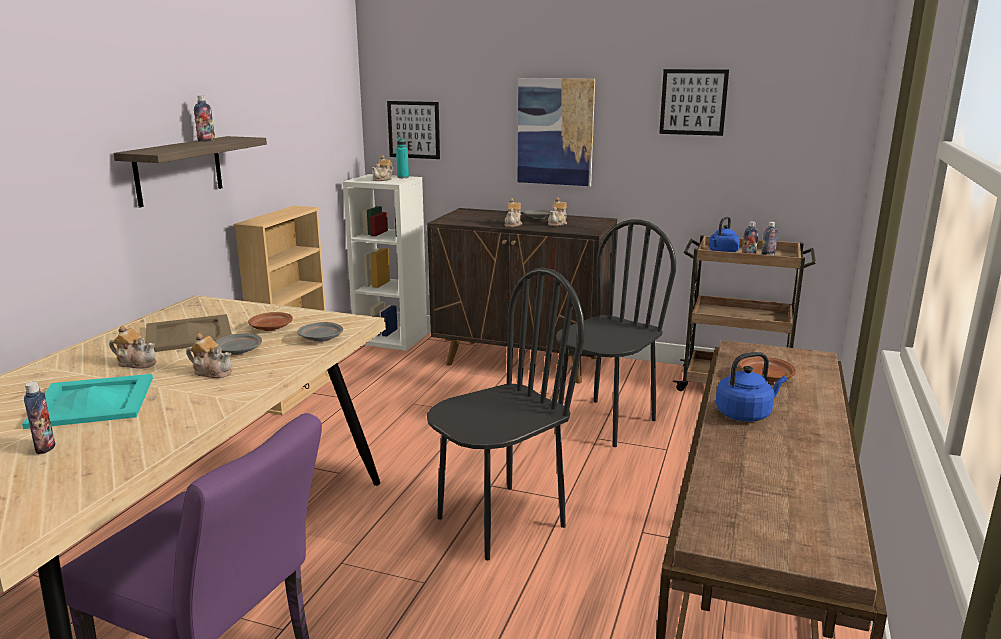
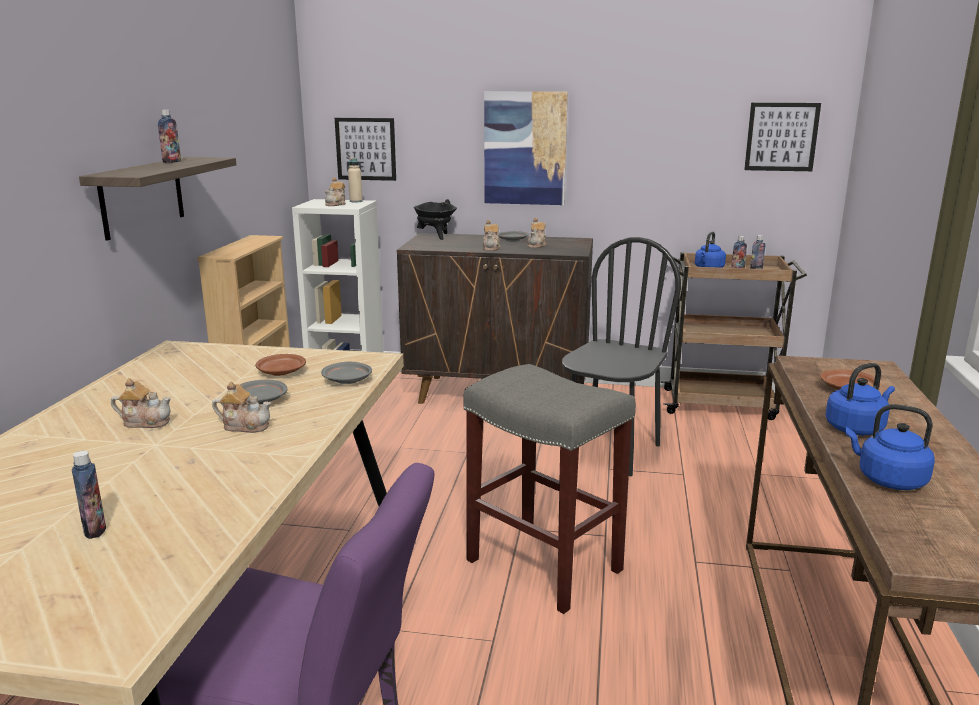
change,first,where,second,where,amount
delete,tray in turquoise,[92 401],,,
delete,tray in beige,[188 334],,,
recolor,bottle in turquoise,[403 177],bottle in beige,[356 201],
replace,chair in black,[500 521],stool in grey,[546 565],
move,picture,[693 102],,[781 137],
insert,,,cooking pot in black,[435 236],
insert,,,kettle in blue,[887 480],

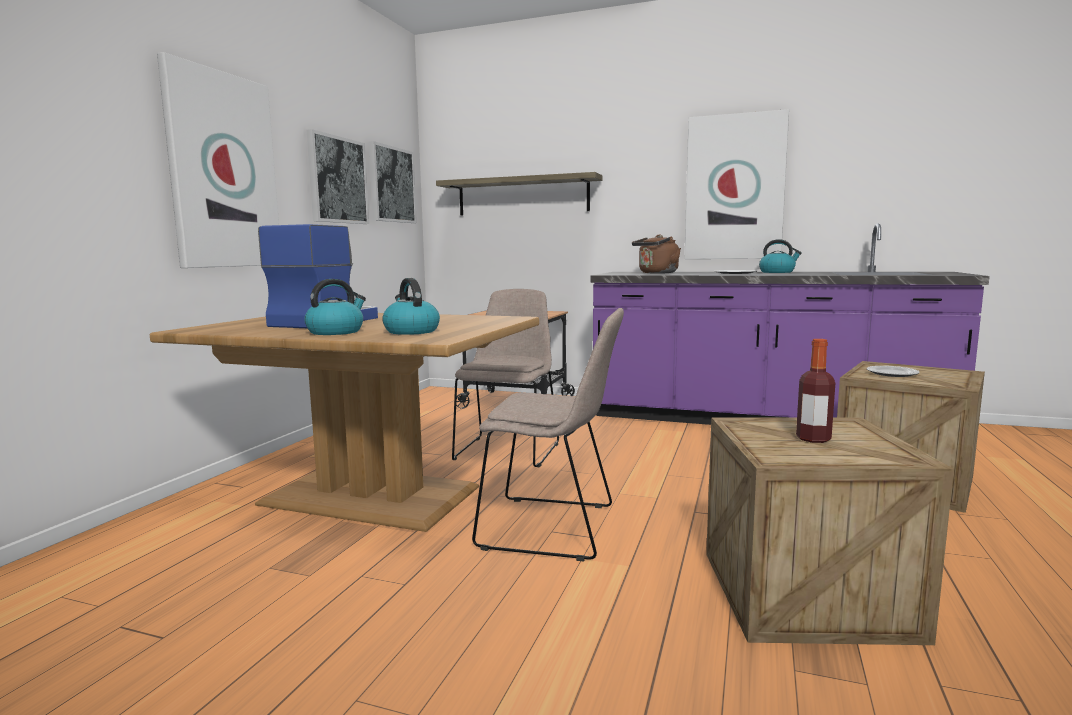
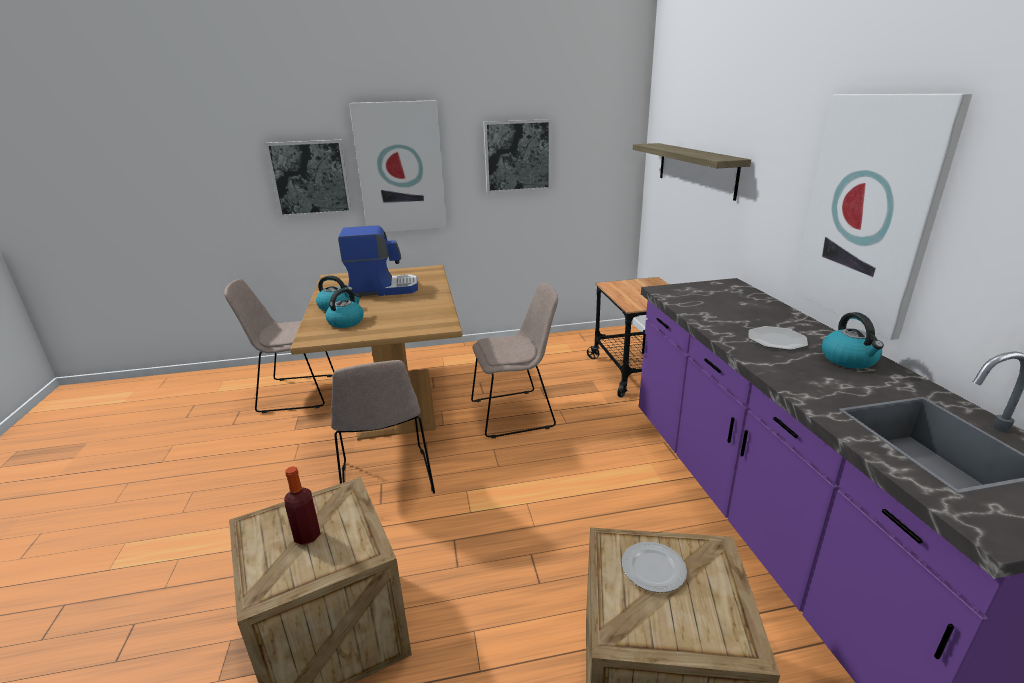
change,first,where,second,where,amount
move,picture,[391 185],,[310 178],
delete,kettle in brown,[656 273],,,
insert,,,chair in beige,[294 393],

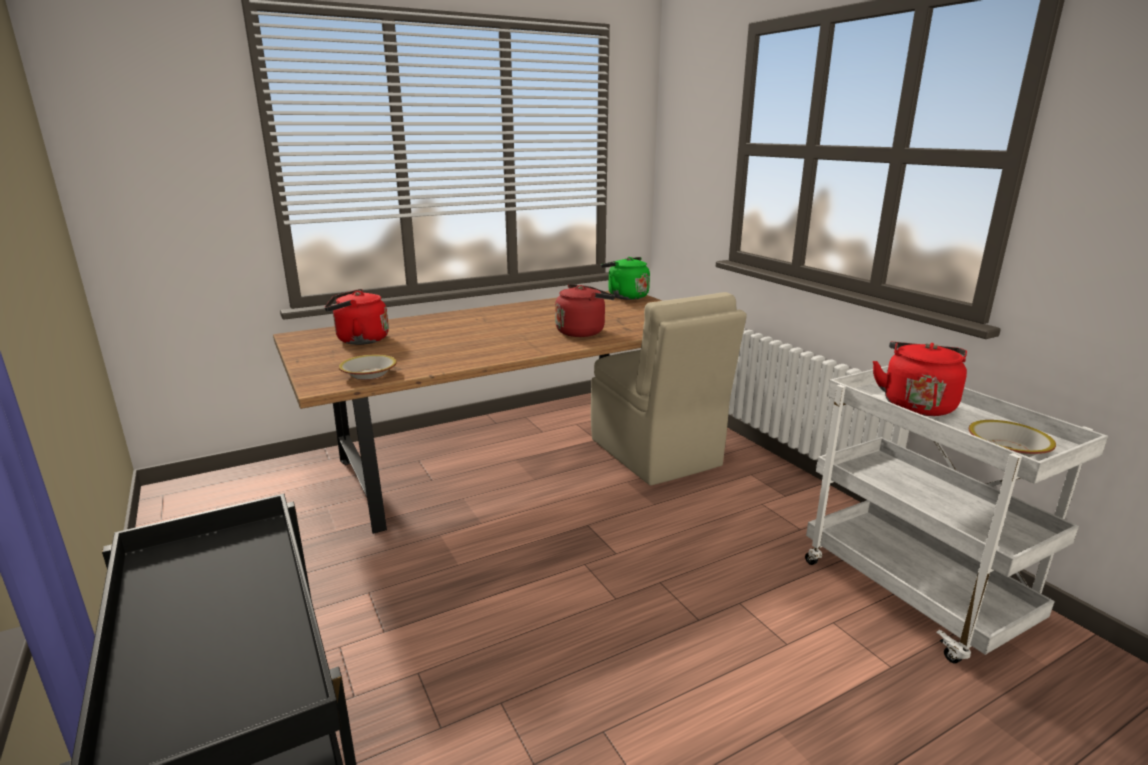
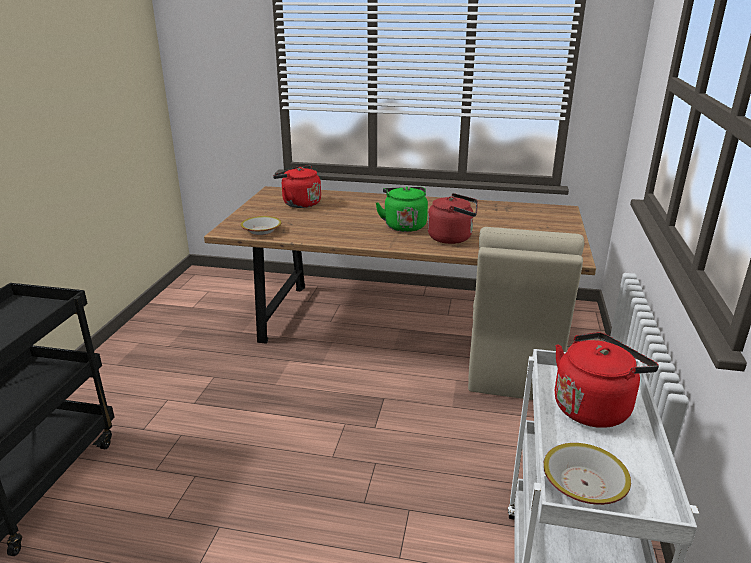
change,first,where,second,where,amount
move,kettle in green,[625 296],,[404 225],

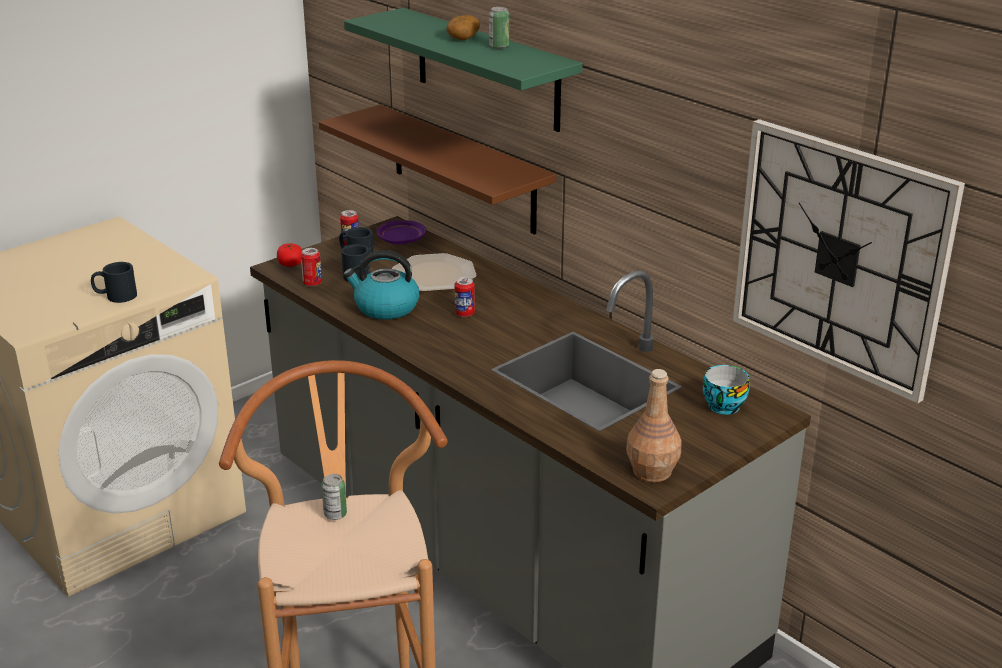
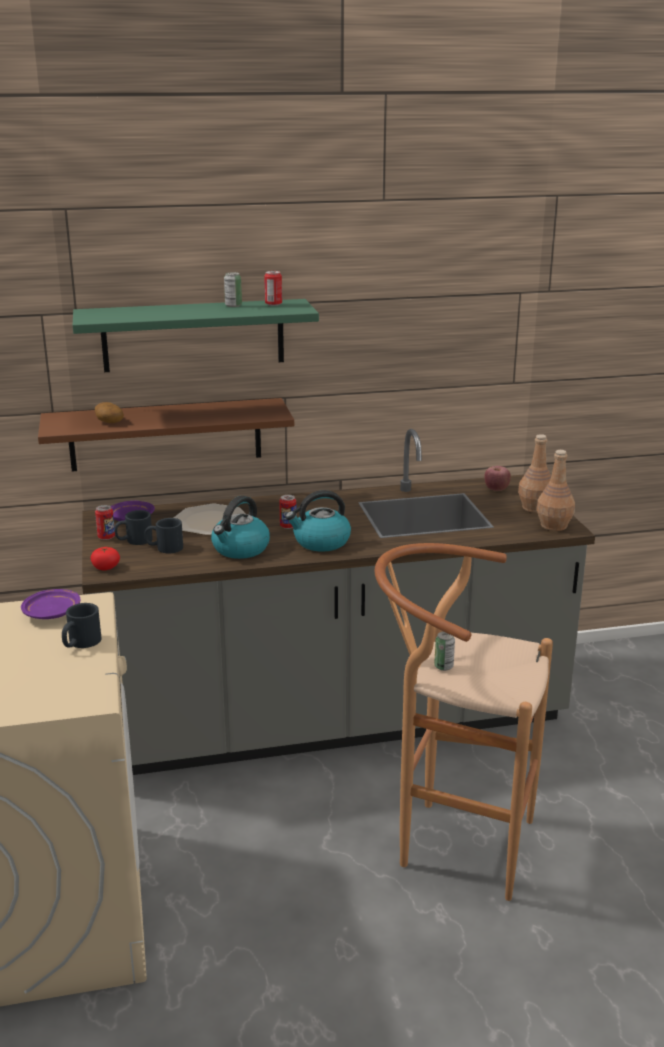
change,first,where,second,where,amount
move,can,[312 283],,[273 304],
move,potato,[463 38],,[109 421],
replace,cup,[722 405],apple,[496 489],
delete,wall clock,[839 257],,,
insert,,,plate in purple,[52 613],
insert,,,kettle,[320 542],
insert,,,bottle in brown,[534 508],

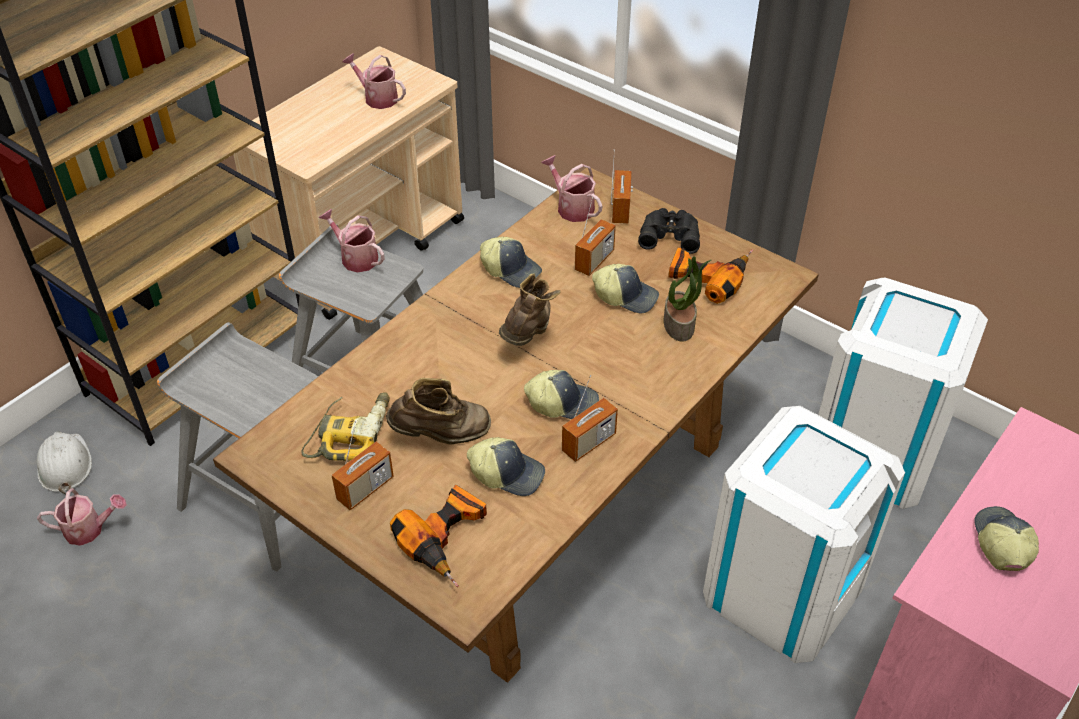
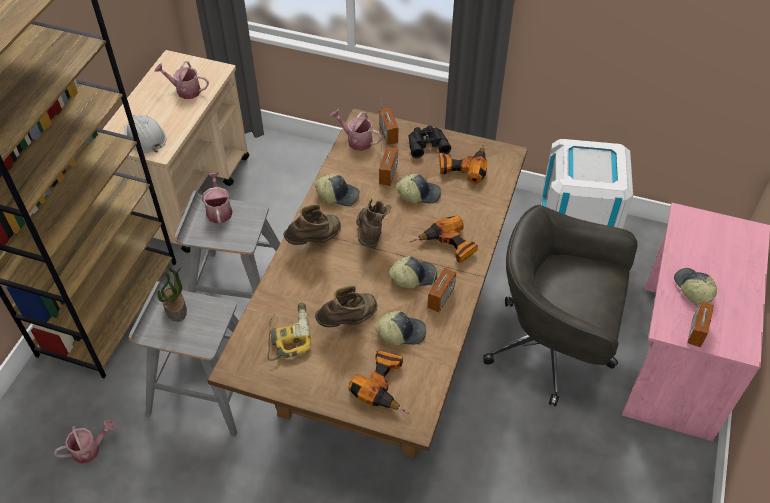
change,first,where,second,where,amount
move,hard hat in white,[64 465],,[145 137],
rotate,watering can,[355 257],,[219 210],60 degrees clockwise
move,radio,[365 489],,[696 331],
move,potted plant,[679 325],,[176 309],
replace,trash can in white,[782 590],office chair in grey,[552 348],
insert,,,boot in brown,[315 240],
insert,,,power drill,[447 246],

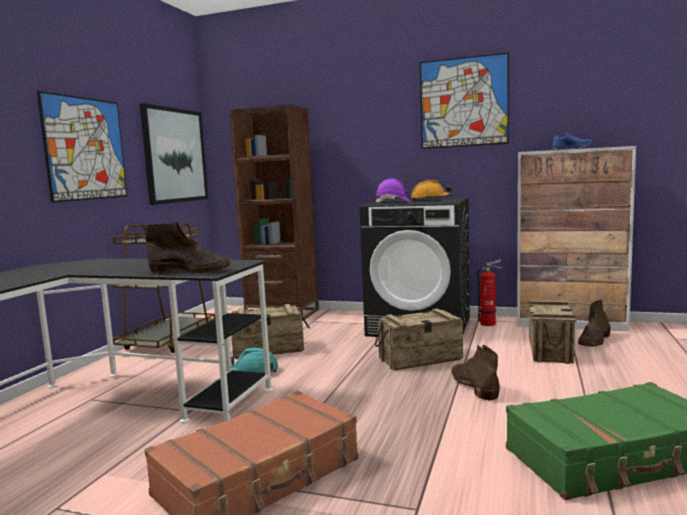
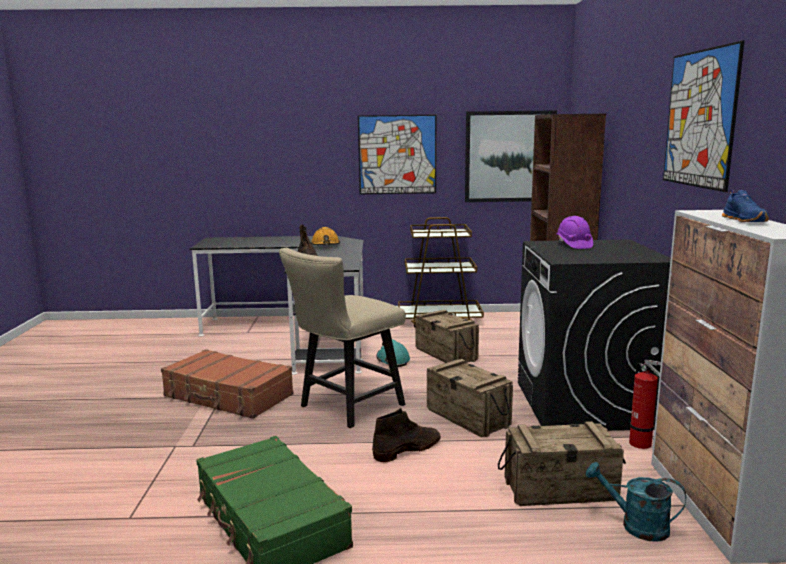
change,first,where,second,where,amount
move,hard hat in orange,[430 199],,[325 245],
replace,boot in brown,[594 341],watering can in turquoise,[636 525],
insert,,,chair in beige,[346 407],

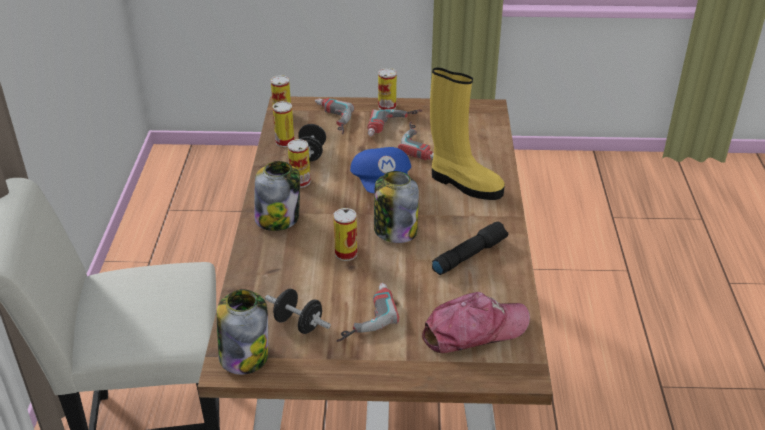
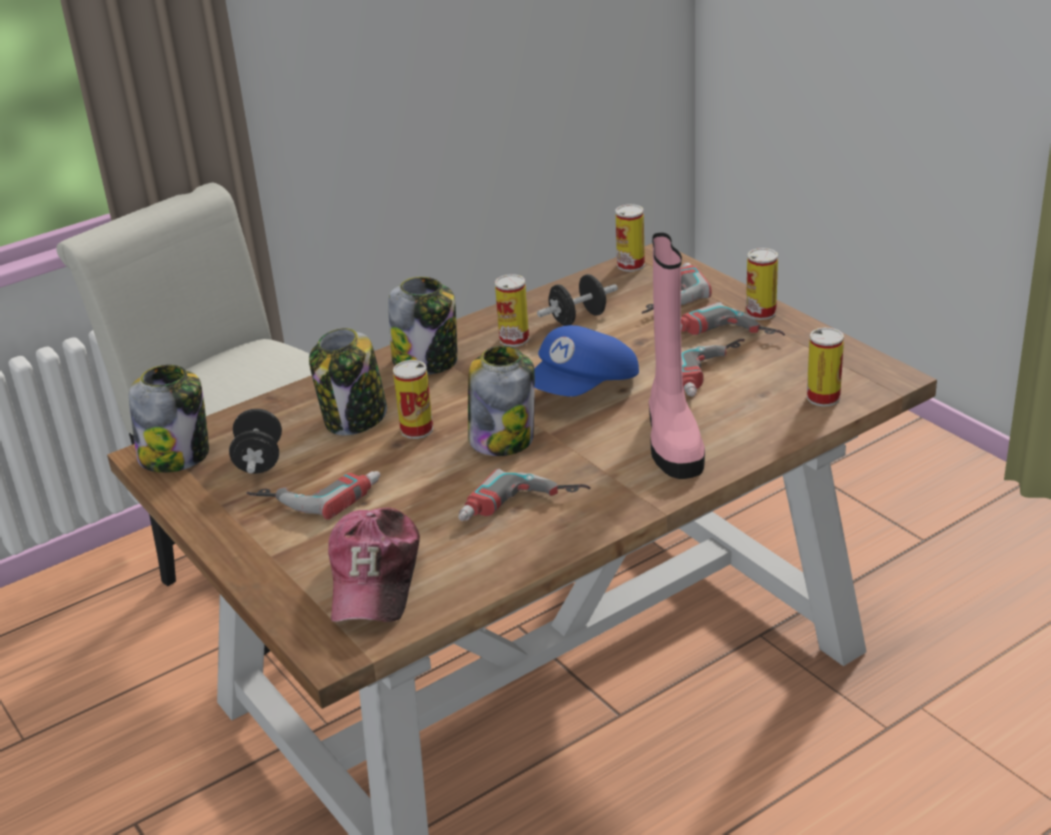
change,first,where,second,where,amount
move,can,[285 142],,[823 397],
rotate,cap,[474 330],,[375 578],60 degrees clockwise
recolor,boot in yellow,[464 184],boot in pink,[672 439],
replace,flashlight in black,[469 255],power drill,[523 510],
insert,,,jar,[354 418],

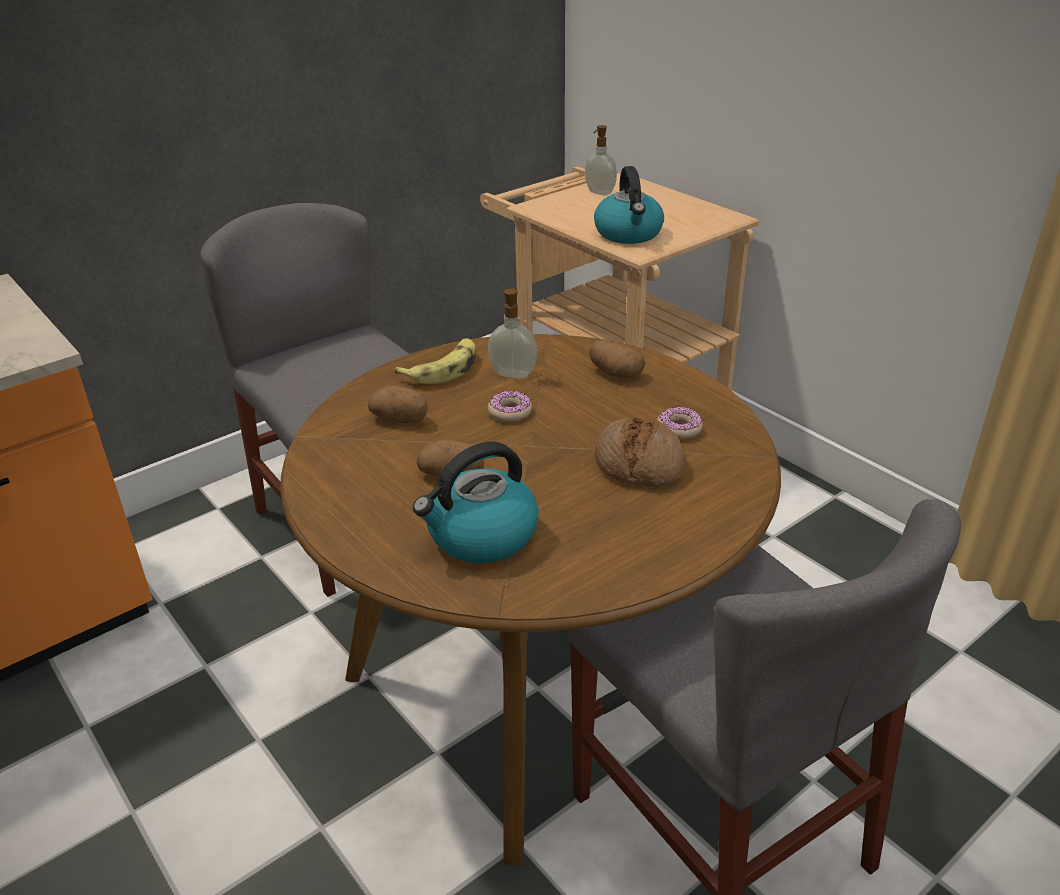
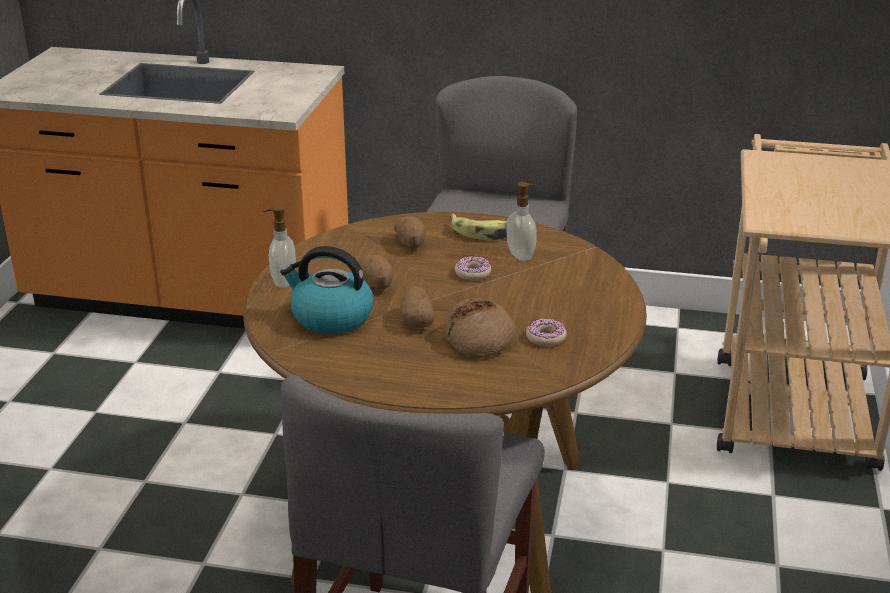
change,first,where,second,where,amount
move,soap dispenser,[599 193],,[282 281],
move,potato,[614 373],,[417 321],
delete,kettle,[629 234],,,

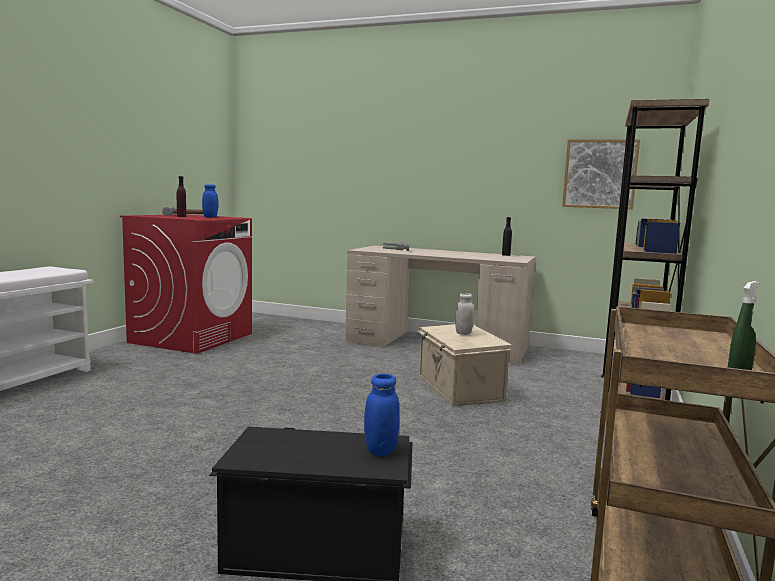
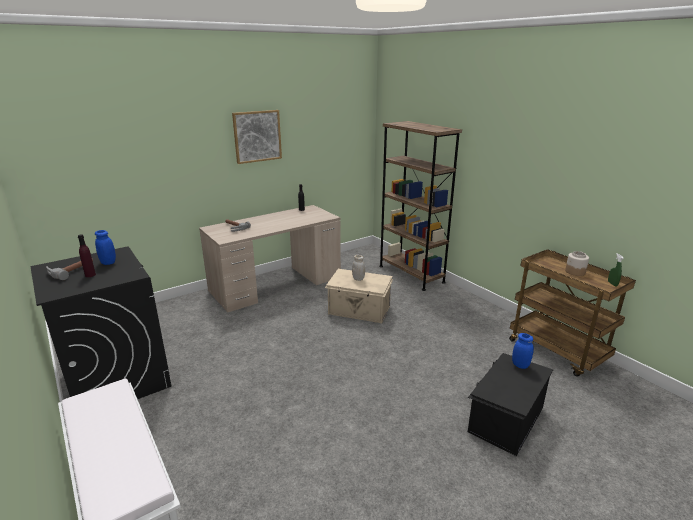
change,first,where,second,where,amount
recolor,washing machine in red,[192 338],washing machine in black,[117 378],
move,picture,[600 174],,[257 136],
insert,,,jar,[575 272],

